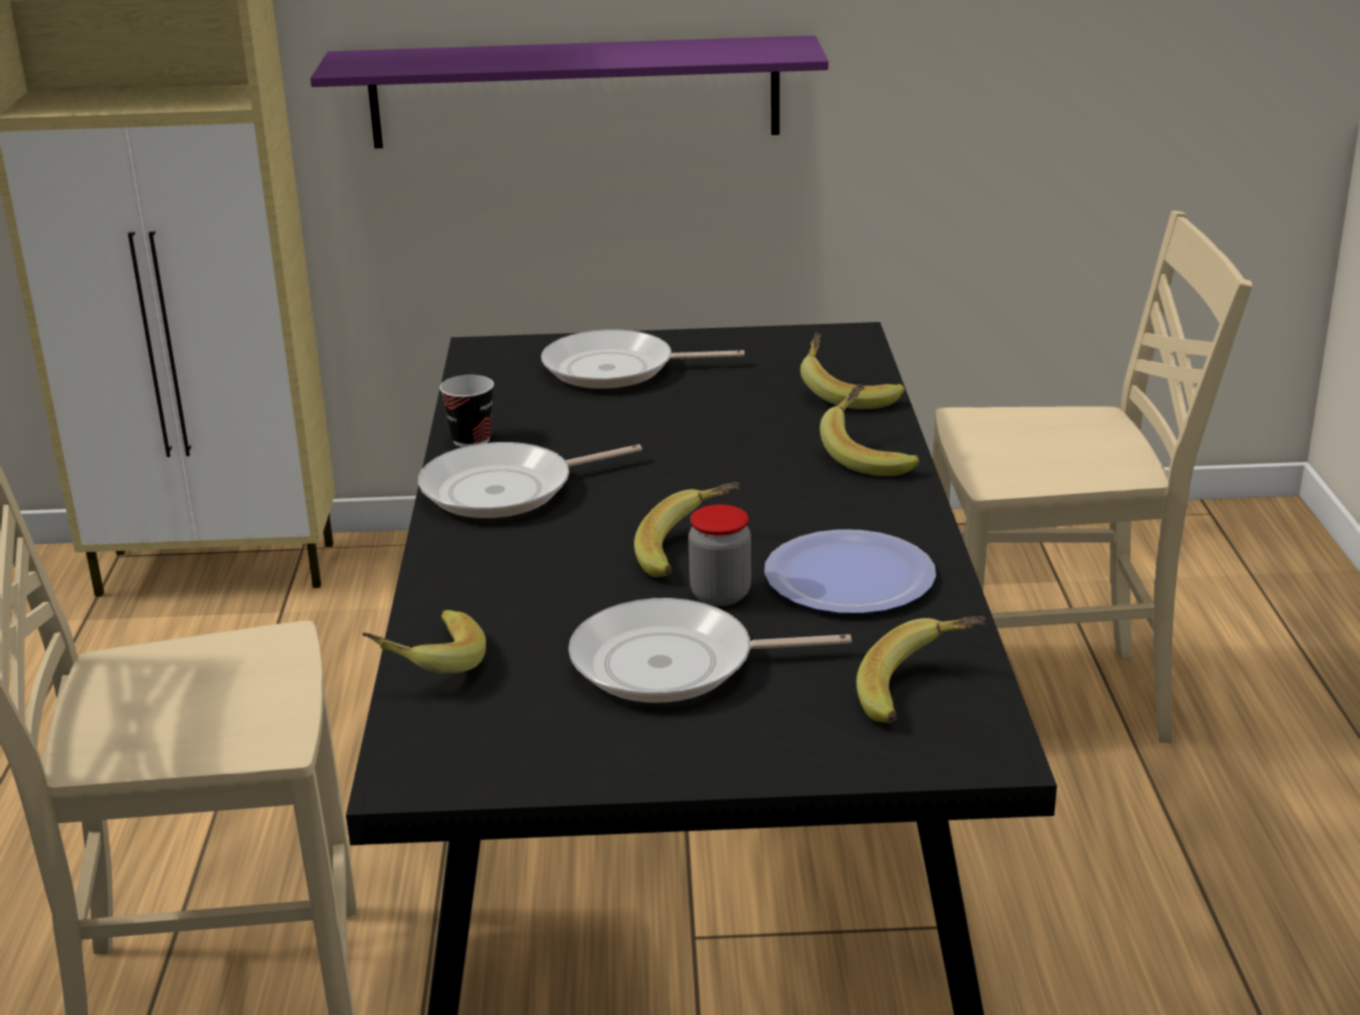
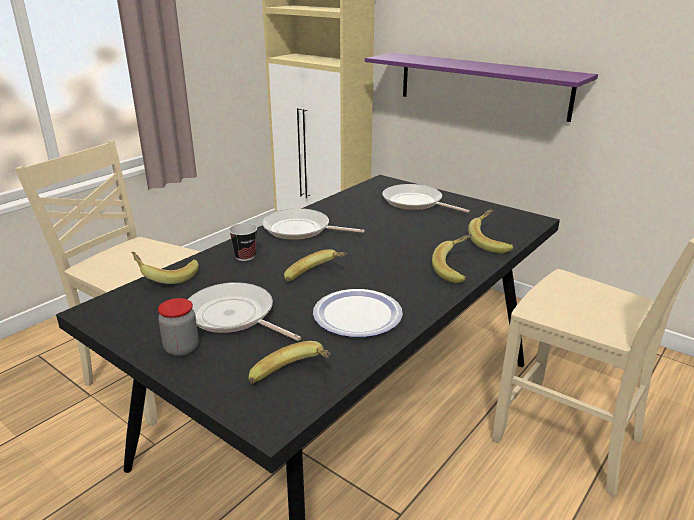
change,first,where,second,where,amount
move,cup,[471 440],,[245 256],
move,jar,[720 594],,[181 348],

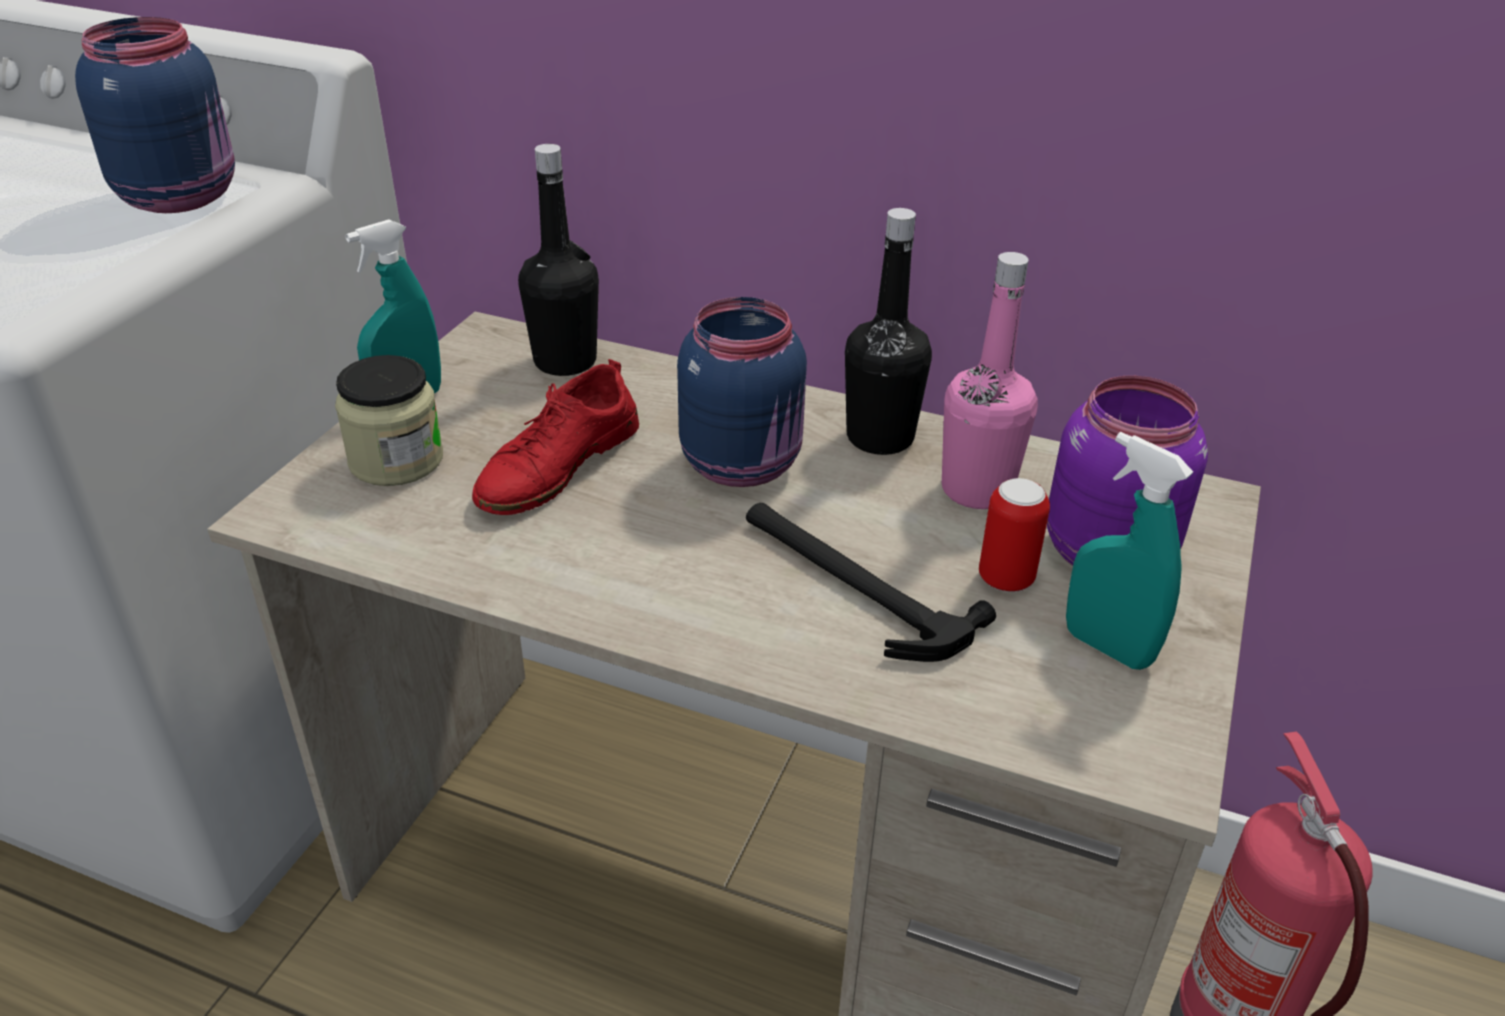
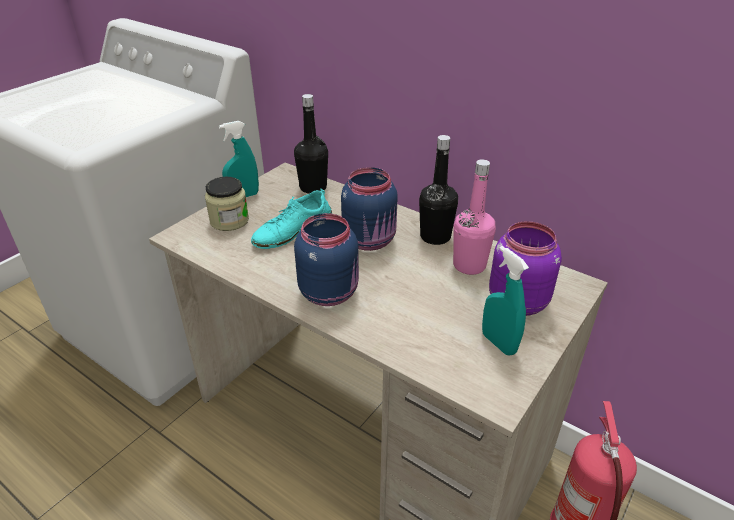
change,first,where,second,where,amount
move,jar in blue,[182 196],,[330 292],
recolor,shoe in red,[558 465],shoe in turquoise,[292 231],
delete,hammer,[850 583],,,
delete,can,[1005 579],,,

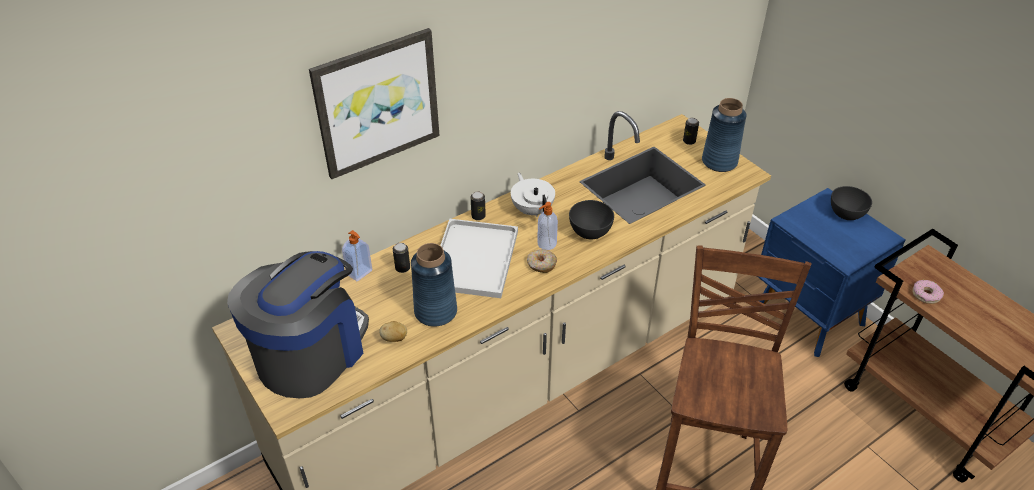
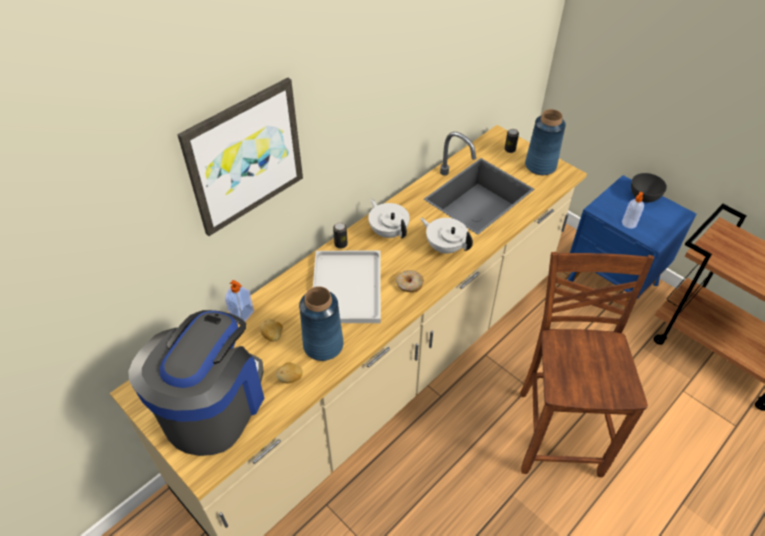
change,first,where,second,where,amount
delete,can,[402 268],,,
move,soap dispenser,[546 244],,[628 224],
replace,bowl in grey,[590 232],teapot in white,[445 247],
delete,donut,[926 295],,,
insert,,,potato,[273 336],

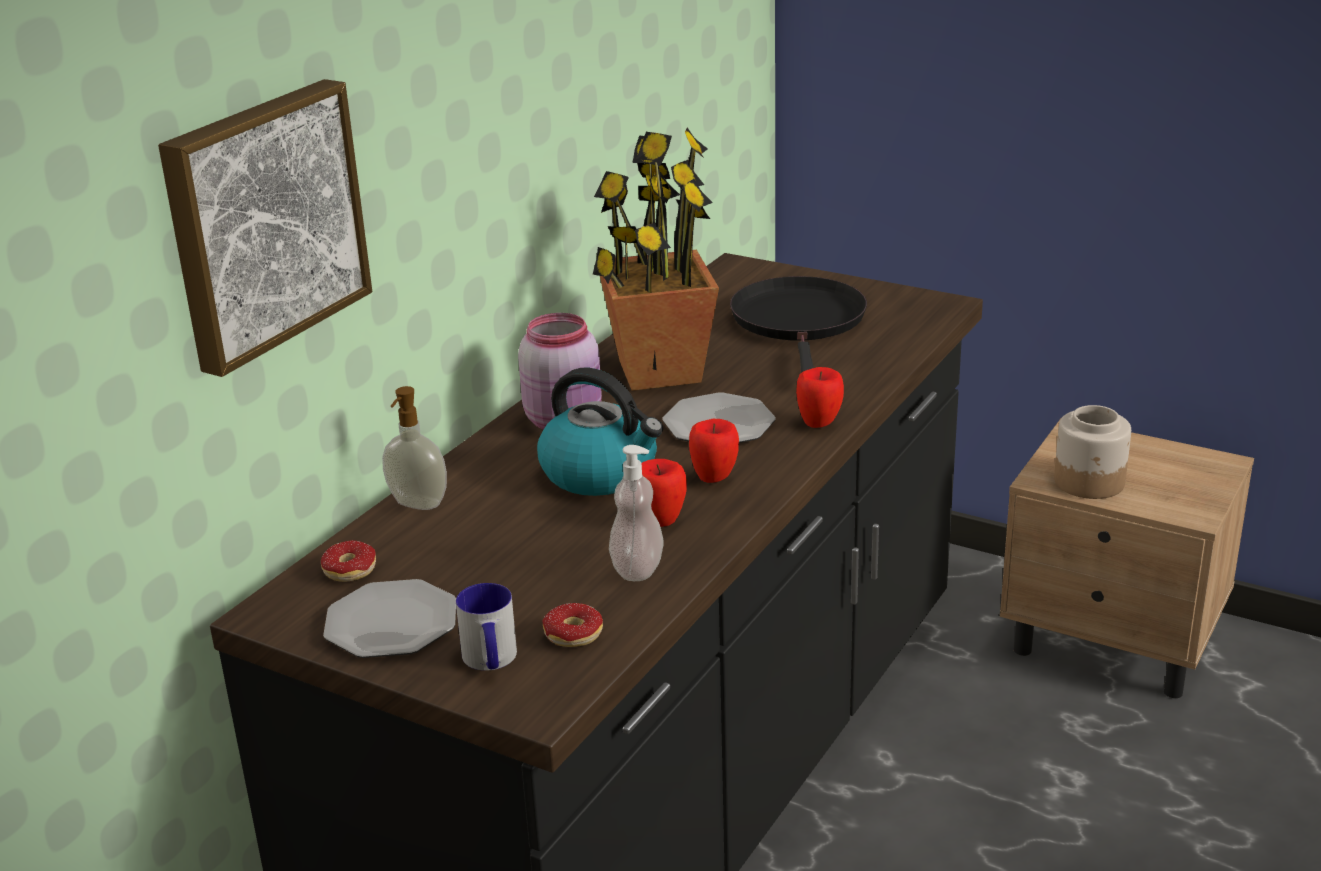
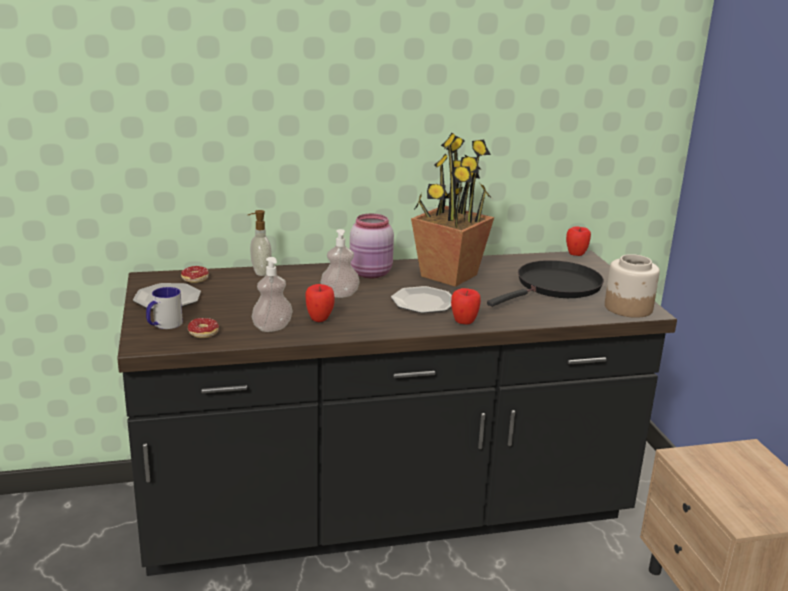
change,first,where,second,where,amount
delete,picture,[263 222],,,
replace,kettle,[601 473],soap dispenser,[339 295],
move,apple,[714 478],,[576 255],
move,jar,[1089 482],,[628 308],

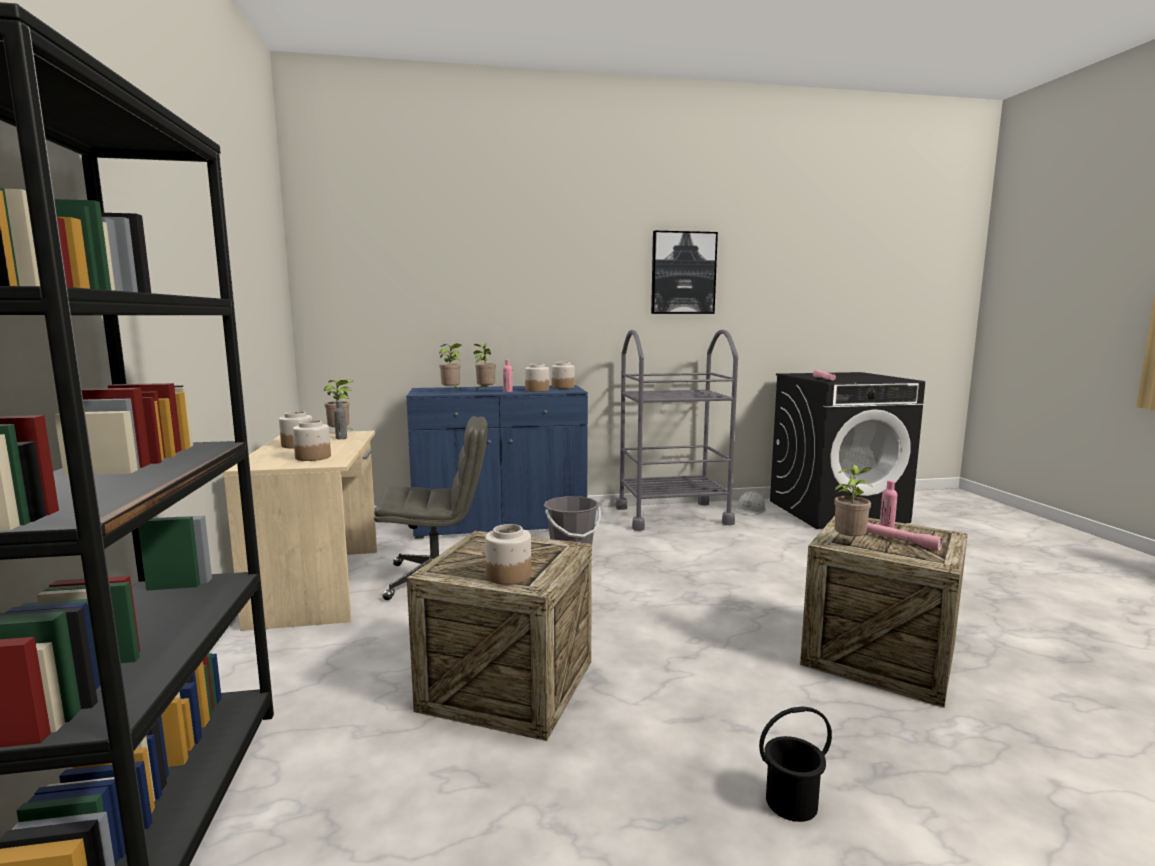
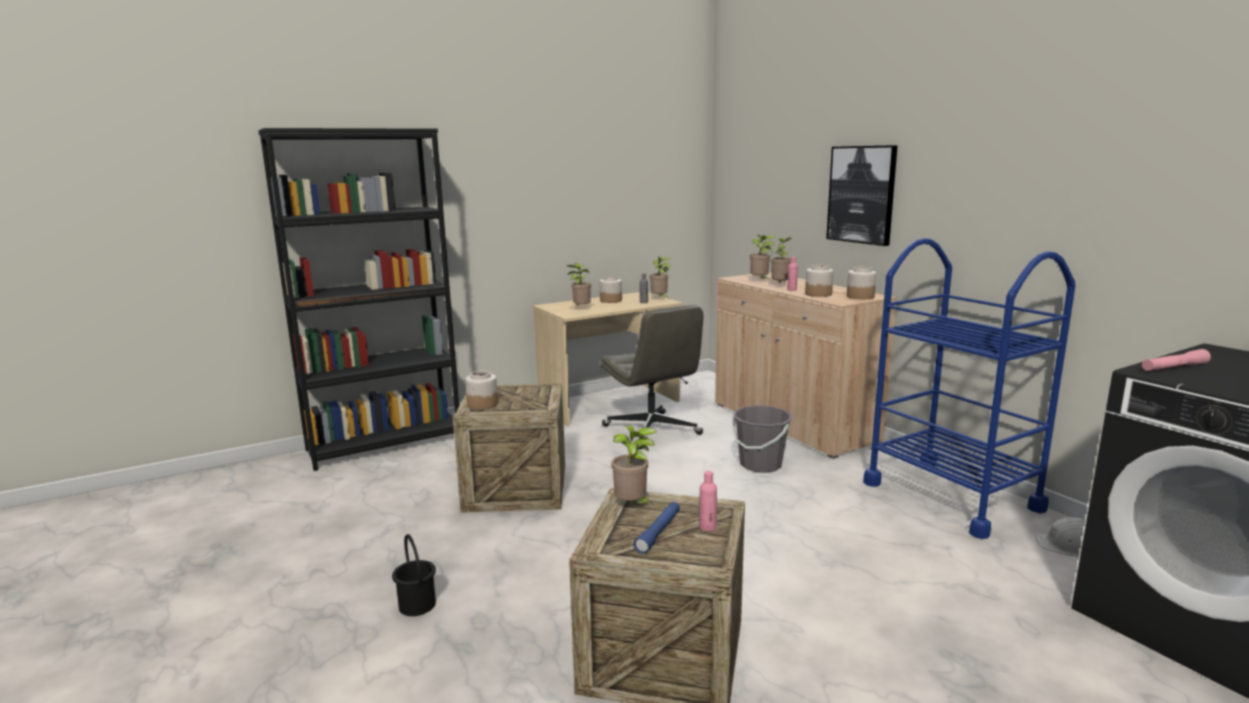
change,first,where,second,where,amount
replace,jar,[312 457],potted plant,[580 309],
recolor,cabinet in blue,[500 524],cabinet in beige,[792 423],
recolor,cart in grey,[672 515],cart in blue,[951 496],
move,picture,[683 273],,[862 194],
recolor,flashlight in pink,[899 541],flashlight in blue,[658 532],

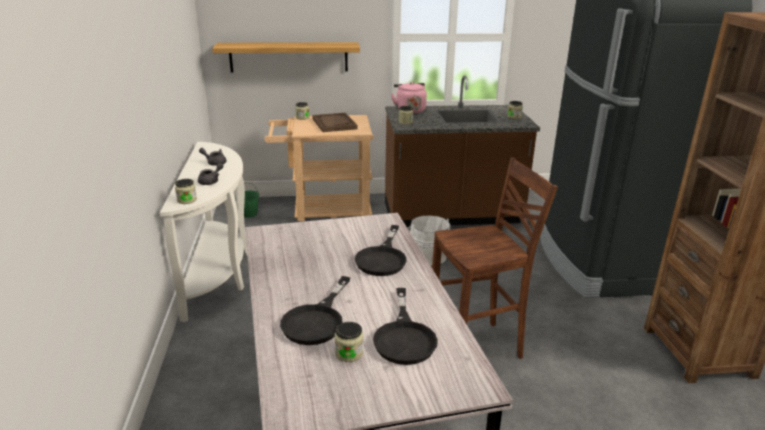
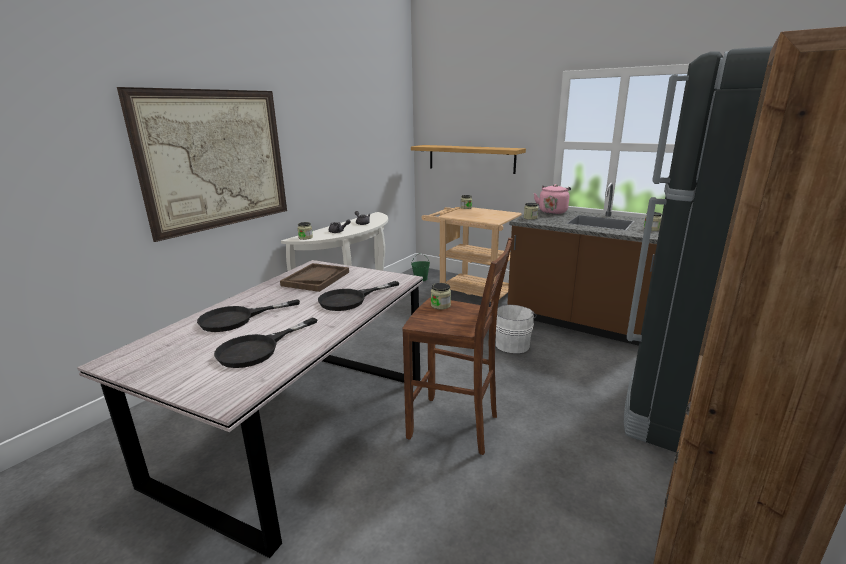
change,first,where,second,where,amount
move,tray in brown,[334 124],,[316 279],
move,jar,[349 353],,[440 305],
insert,,,picture,[216 160],

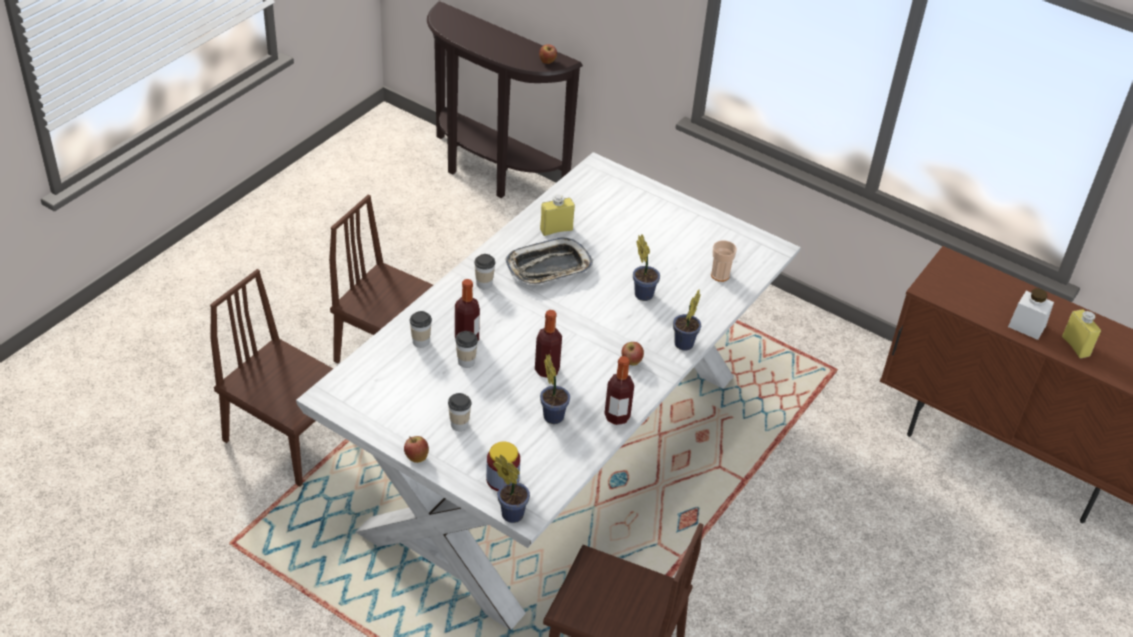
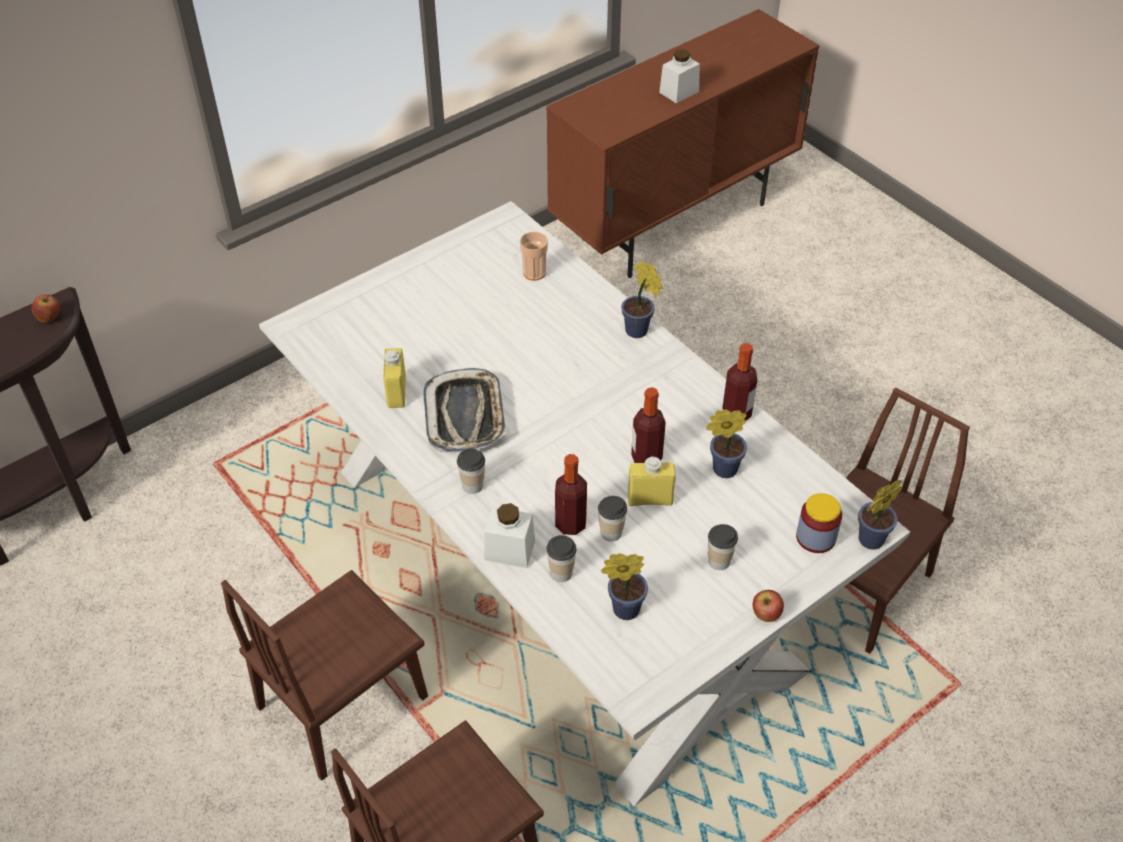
change,first,where,second,where,amount
delete,apple,[631 362],,,
move,potted plant,[642 293],,[622 609],
move,bottle in yellow,[1075 346],,[650 499],
insert,,,jar in white,[509 550],

